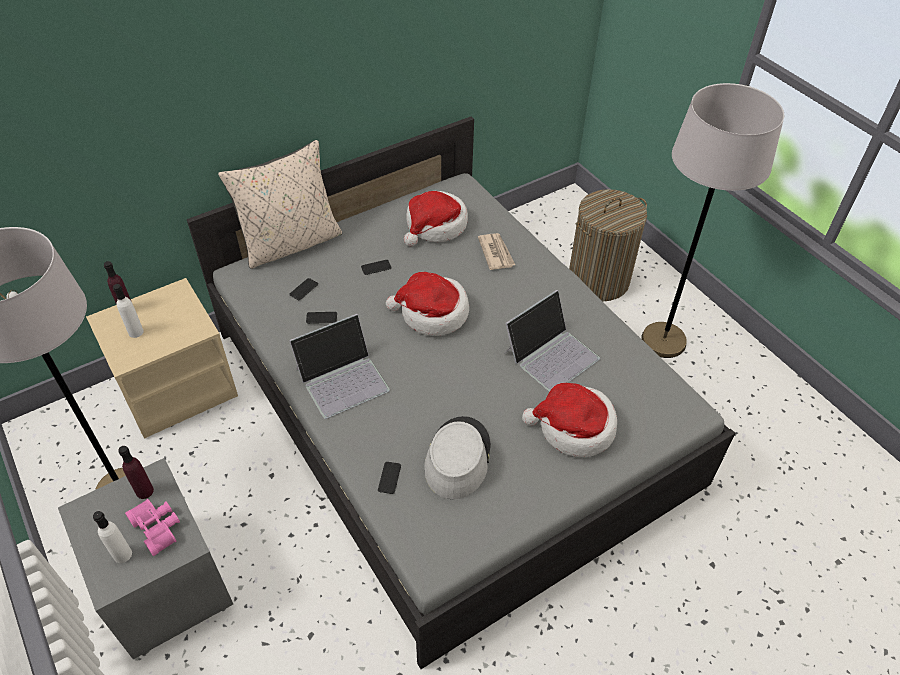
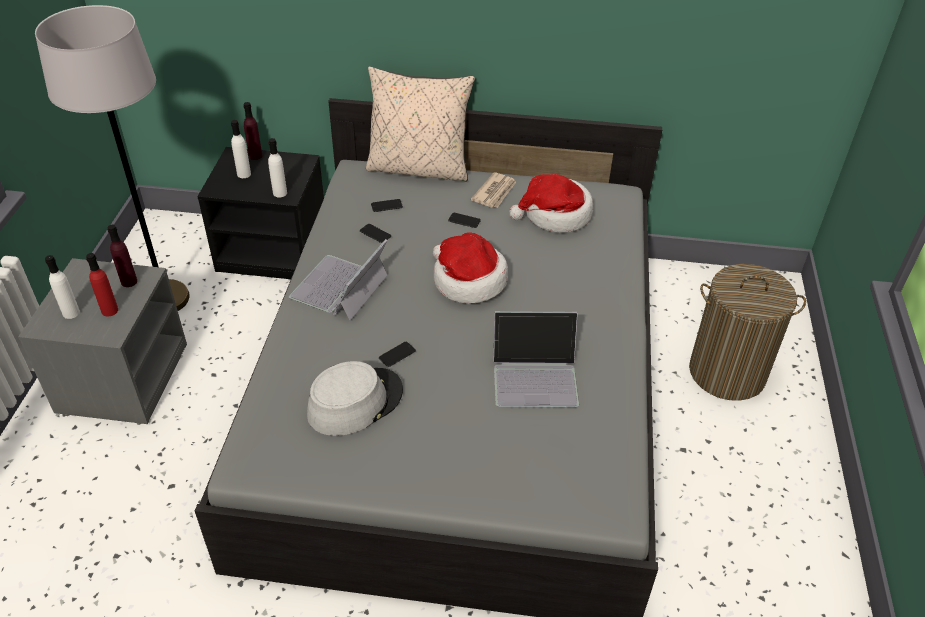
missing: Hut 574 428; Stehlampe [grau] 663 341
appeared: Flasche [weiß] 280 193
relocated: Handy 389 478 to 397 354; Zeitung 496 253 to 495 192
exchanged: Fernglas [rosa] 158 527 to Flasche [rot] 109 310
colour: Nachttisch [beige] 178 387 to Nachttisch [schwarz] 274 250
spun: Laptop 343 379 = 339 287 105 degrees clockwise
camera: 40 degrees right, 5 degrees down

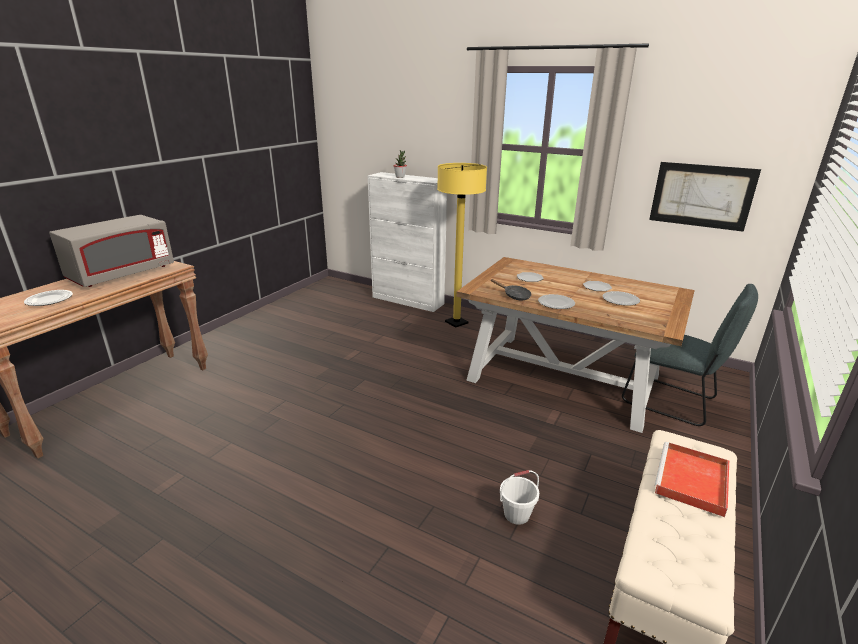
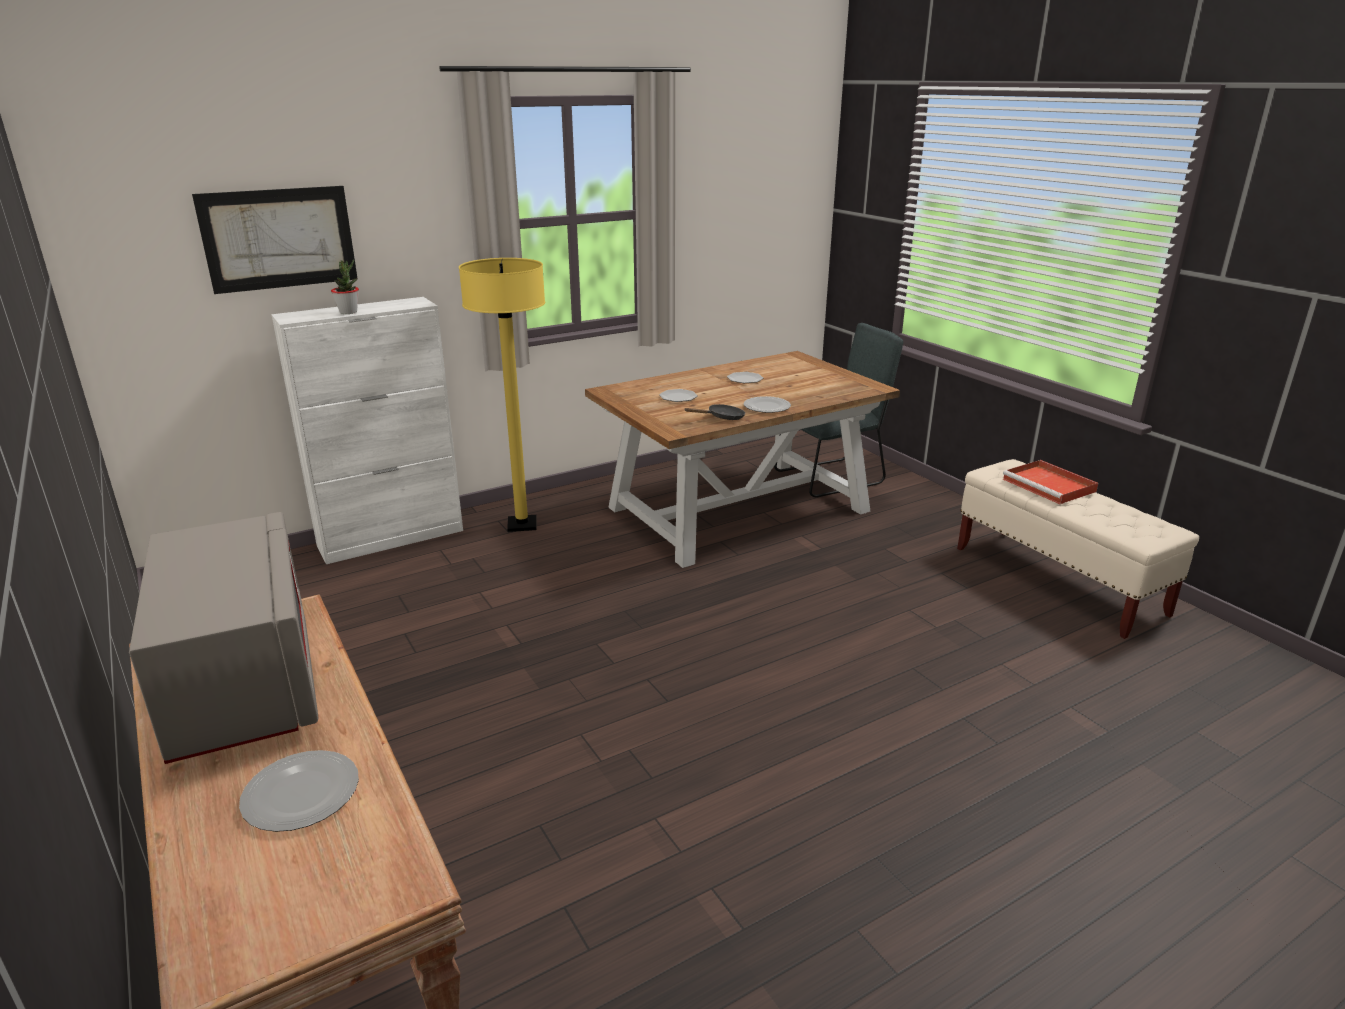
missing: Eimer [weiß] 516 514; Teller 621 300
relocated: Bild 701 196 to 279 239
camera: 60 degrees left, 0 degrees up

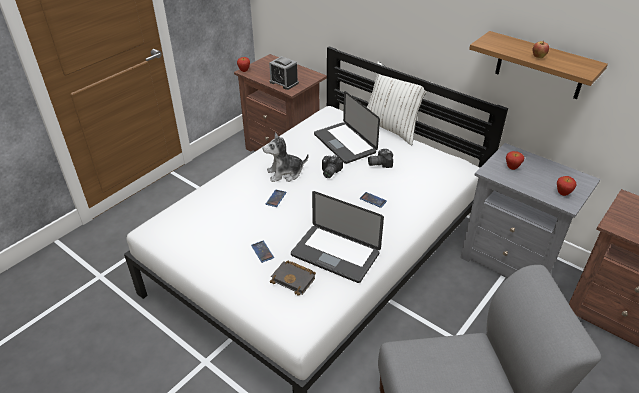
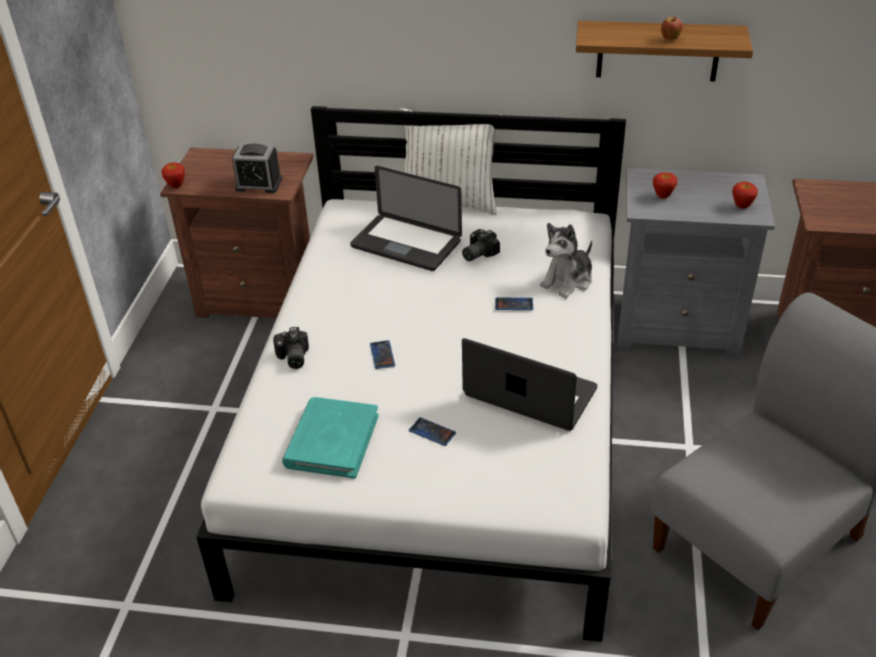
missing: Buch [schwarz] 294 279
appeared: Buch [türkis] 331 441
relocated: Plüschtier 285 173 to 568 281; Kamera 329 172 to 292 358
spun: Laptop 335 254 = 530 393 150 degrees counterclockwise
camera: 30 degrees left, 0 degrees up

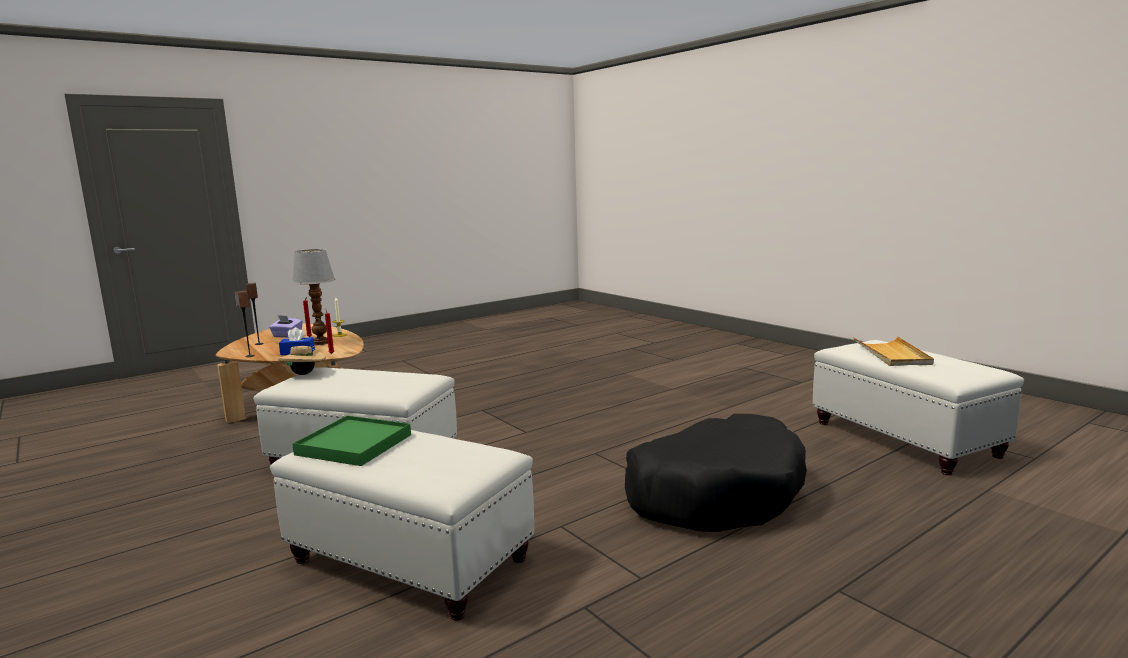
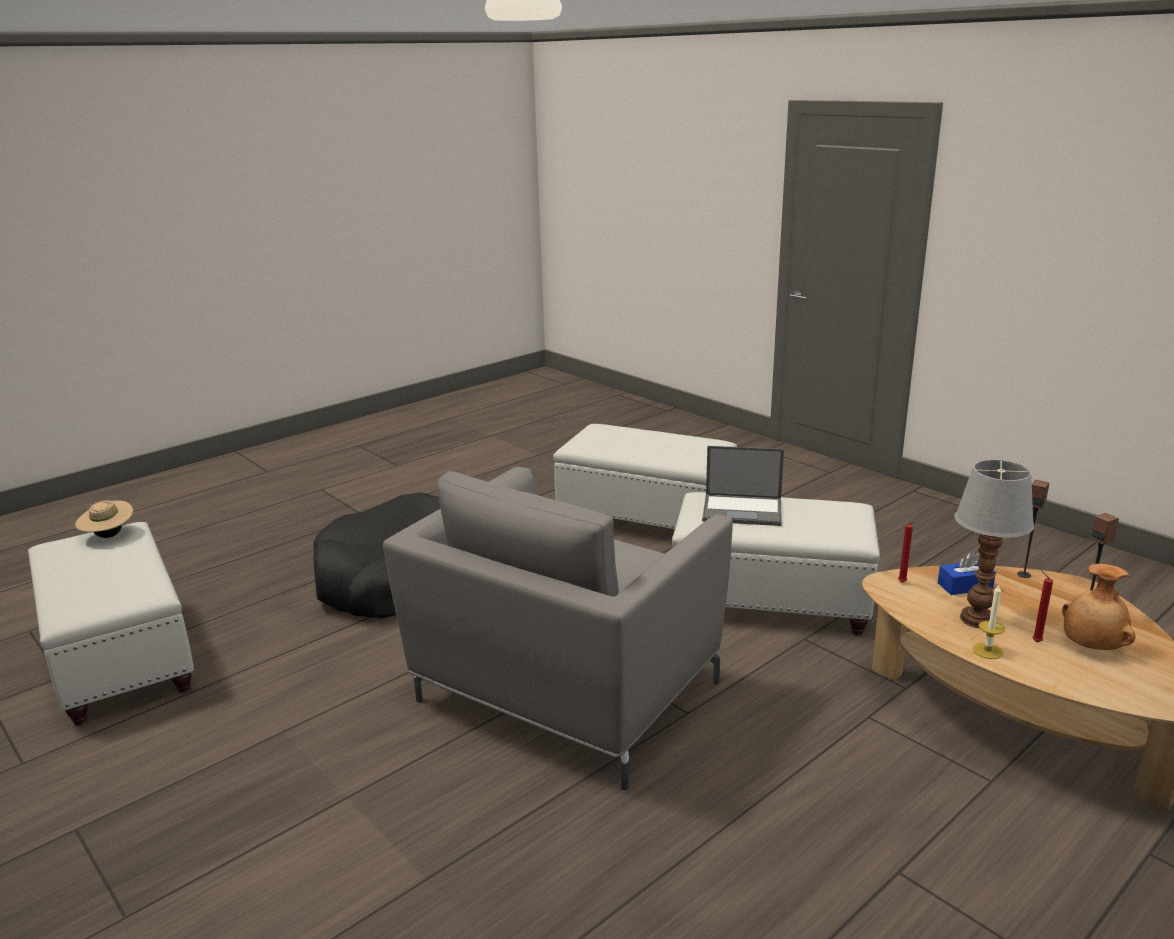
missing: Tablett [grün] 354 445; Tablett [beige] 892 354
appeared: Sessel [grau] 564 693; Laptop 743 510
relocated: Hut [beige] 304 374 to 108 536
exchanged: Taschentuchbox [lila] 287 336 to Vase [braun] 1091 646
camera: 175 degrees right, 10 degrees up

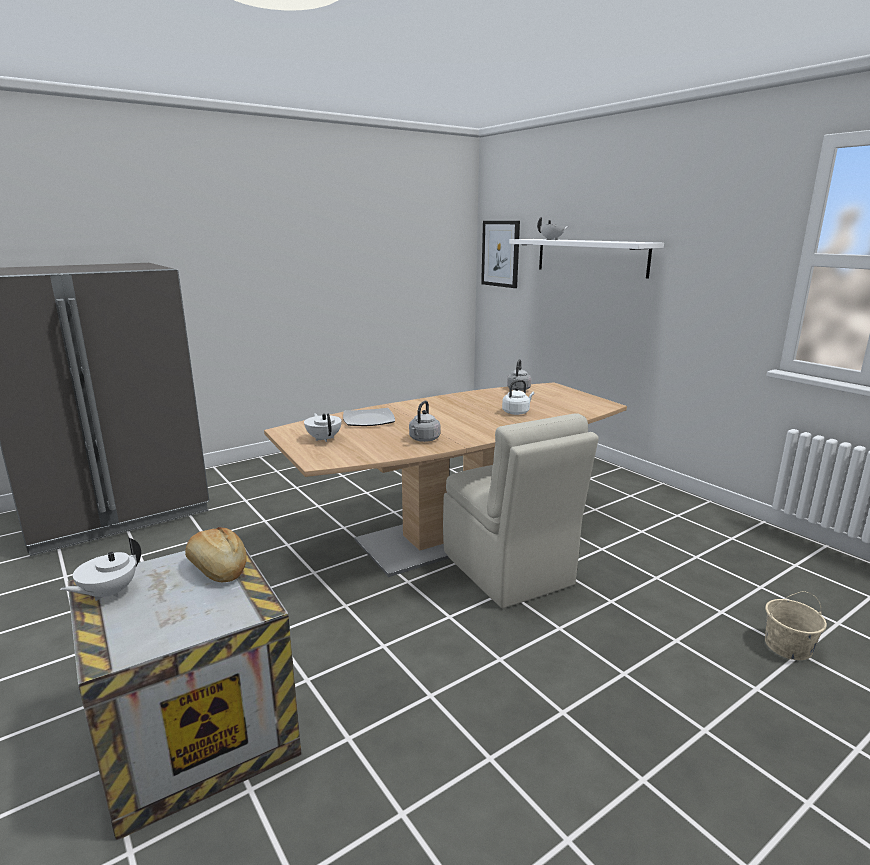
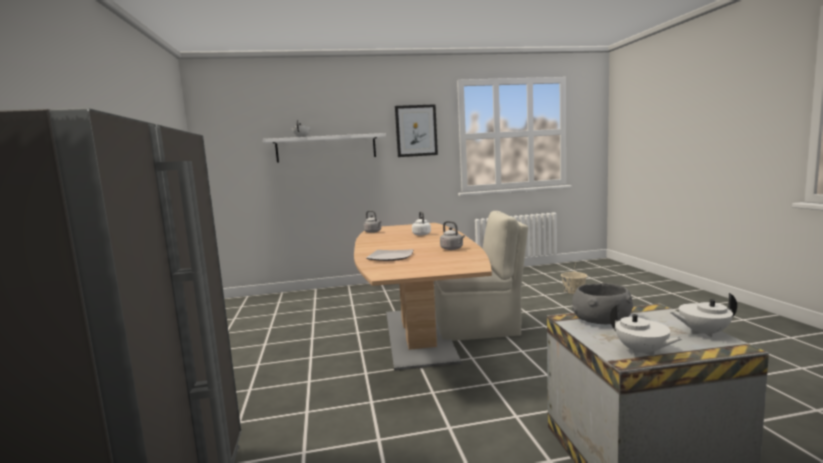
relocated: Teekanne [weiß] 324 439 to 702 333; Bild 500 253 to 416 131
exchanged: Brot 217 569 to Schüssel [grau] 601 319
camera: 65 degrees left, 10 degrees down

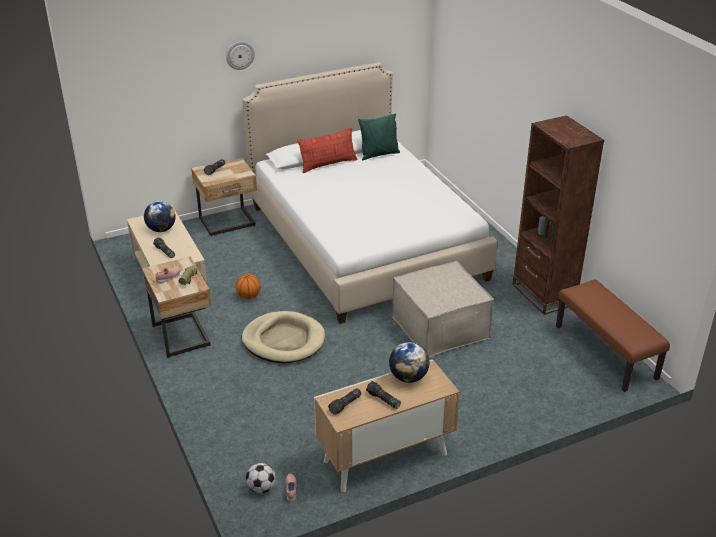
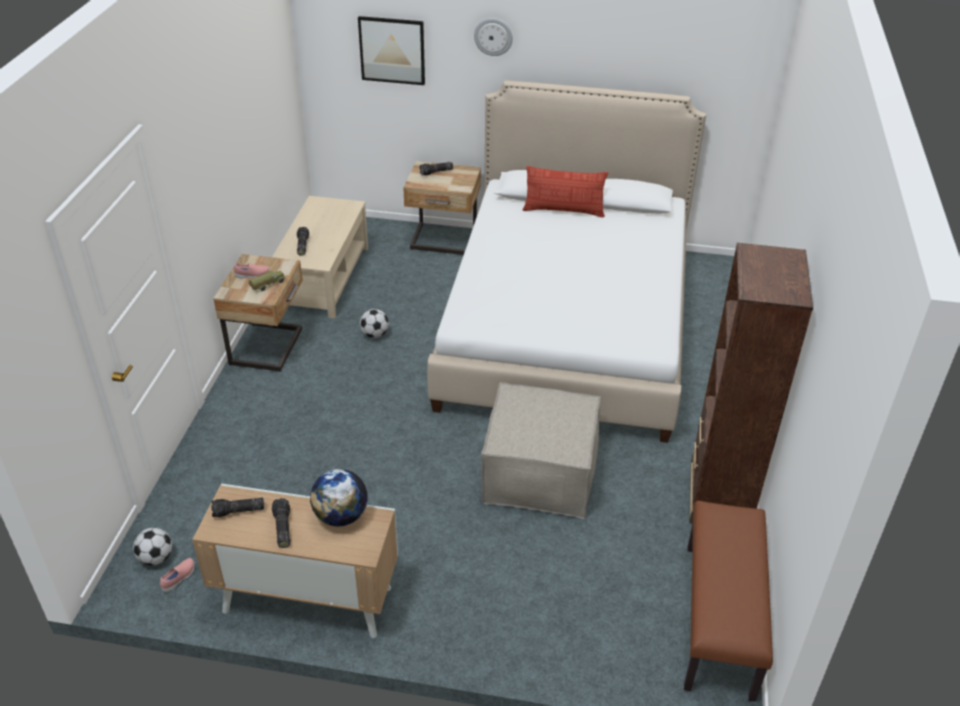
missing: Globus 161 229; Hundebett [beige] 283 340; Kissen [grün] 379 154
appeared: Bild 392 50
exchanged: Basketball 249 296 to Fußball 375 334
camera: 35 degrees right, 5 degrees up

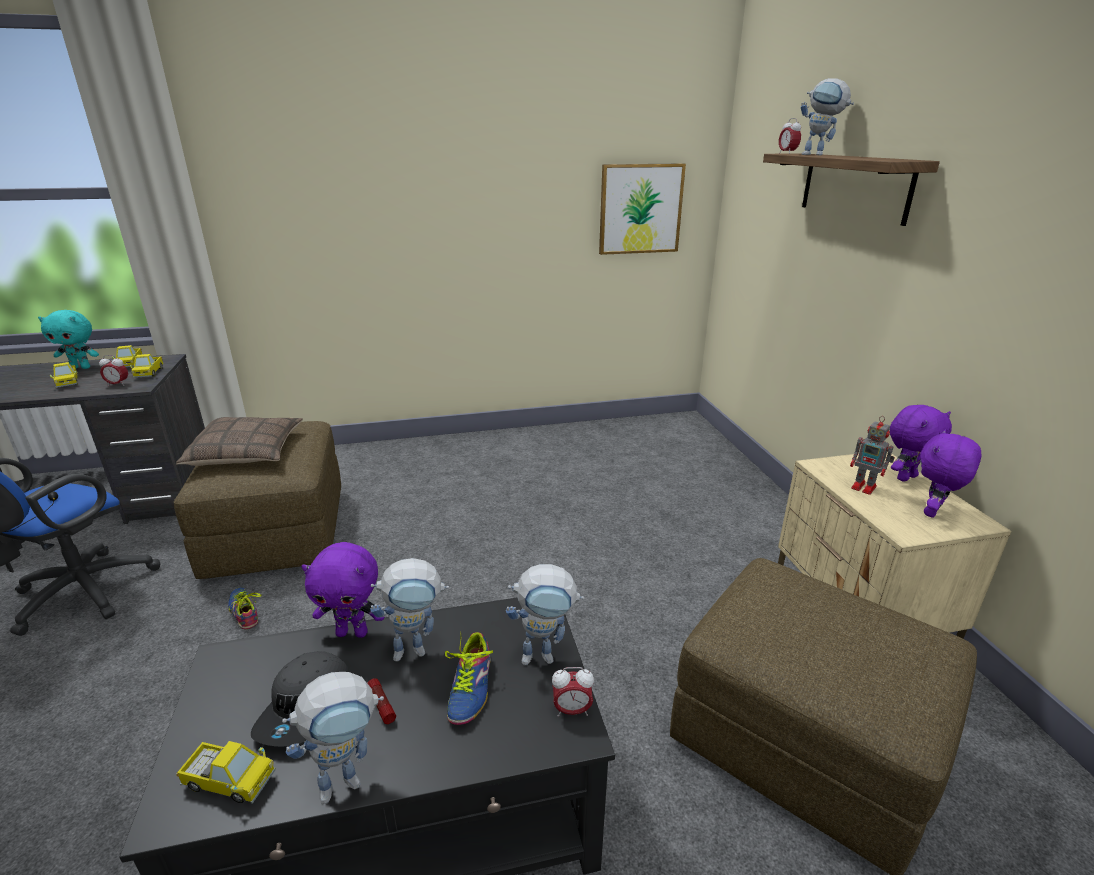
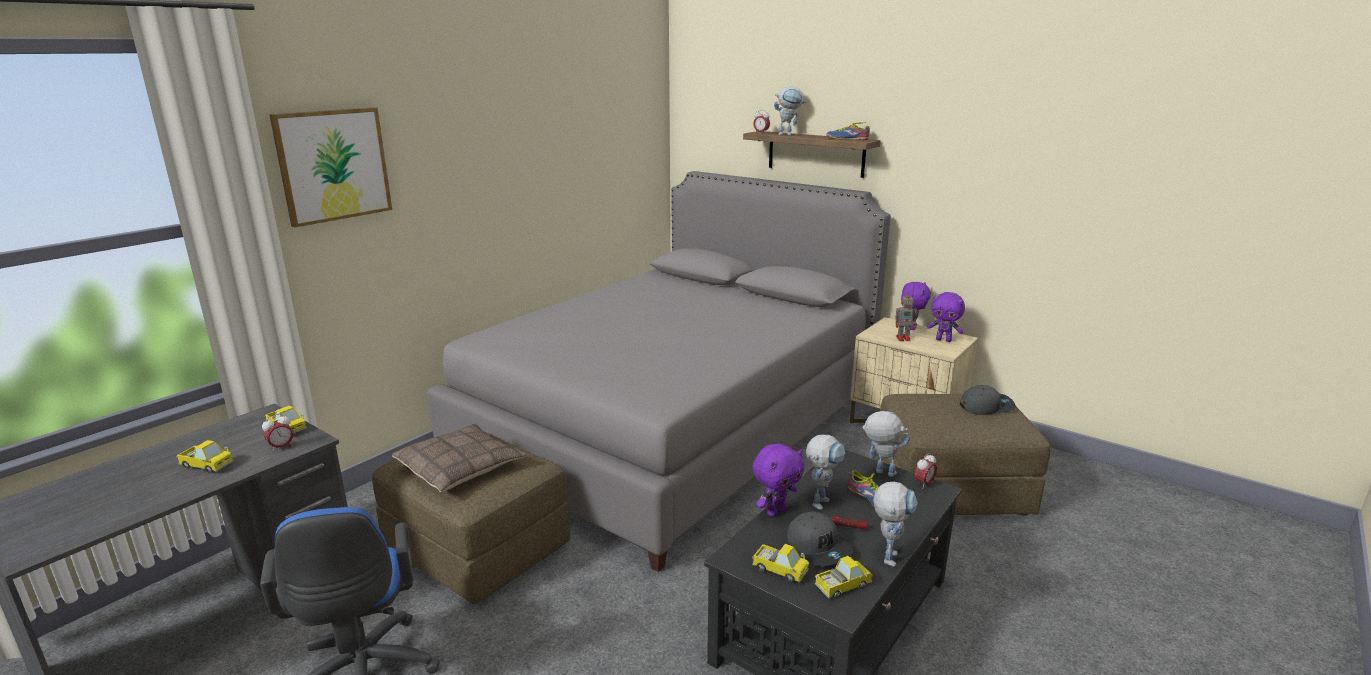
missing: Plüschtier [türkis] 81 367
appeared: Bett [grau] 672 427; Kappe [grau] 986 406
relocated: Spielzeuglaster 130 364 to 780 570; Schuh 246 610 to 847 139; Bild 640 209 to 333 165
spun: Spielzeugroboter 546 655 = 879 472 105 degrees counterclockwise; Plüschtier [lila] 933 512 = 943 340 60 degrees counterclockwise
camera: 40 degrees left, 5 degrees down

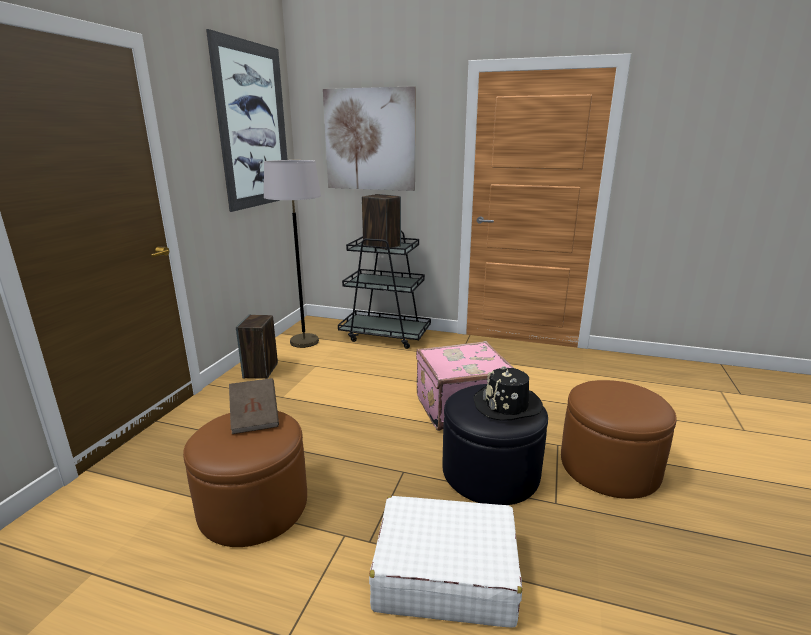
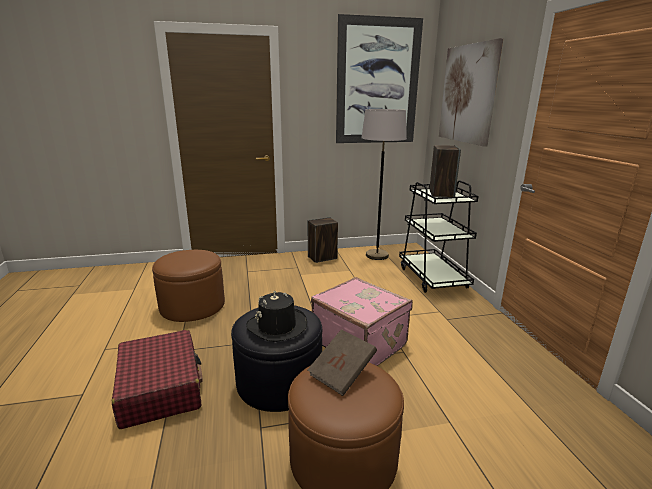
relocated: Buch [braun] 255 418 to 342 373
colour: Koffer [weiß] 444 573 to Koffer [rot] 160 387
camera: 60 degrees right, 0 degrees up

